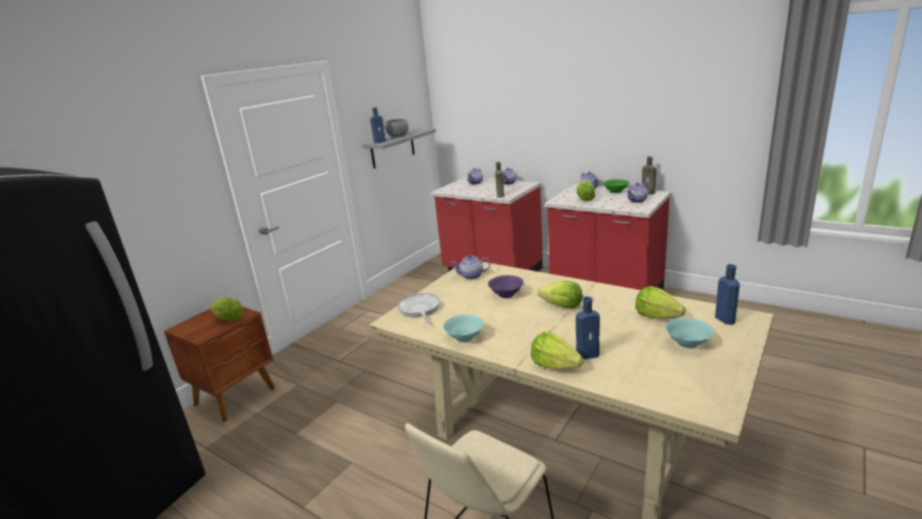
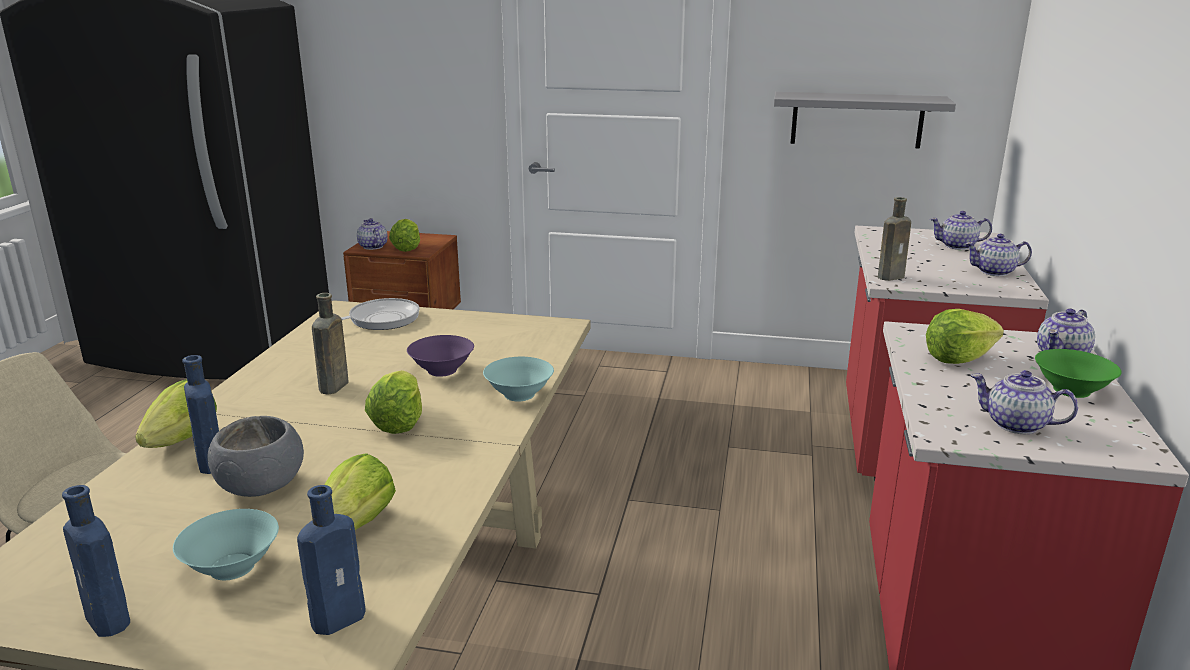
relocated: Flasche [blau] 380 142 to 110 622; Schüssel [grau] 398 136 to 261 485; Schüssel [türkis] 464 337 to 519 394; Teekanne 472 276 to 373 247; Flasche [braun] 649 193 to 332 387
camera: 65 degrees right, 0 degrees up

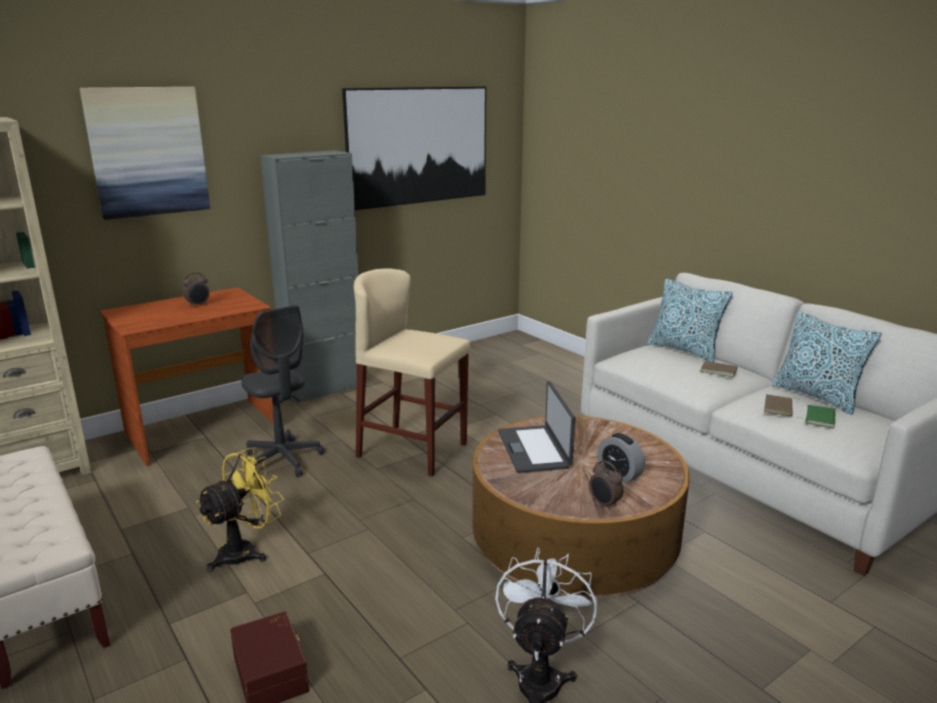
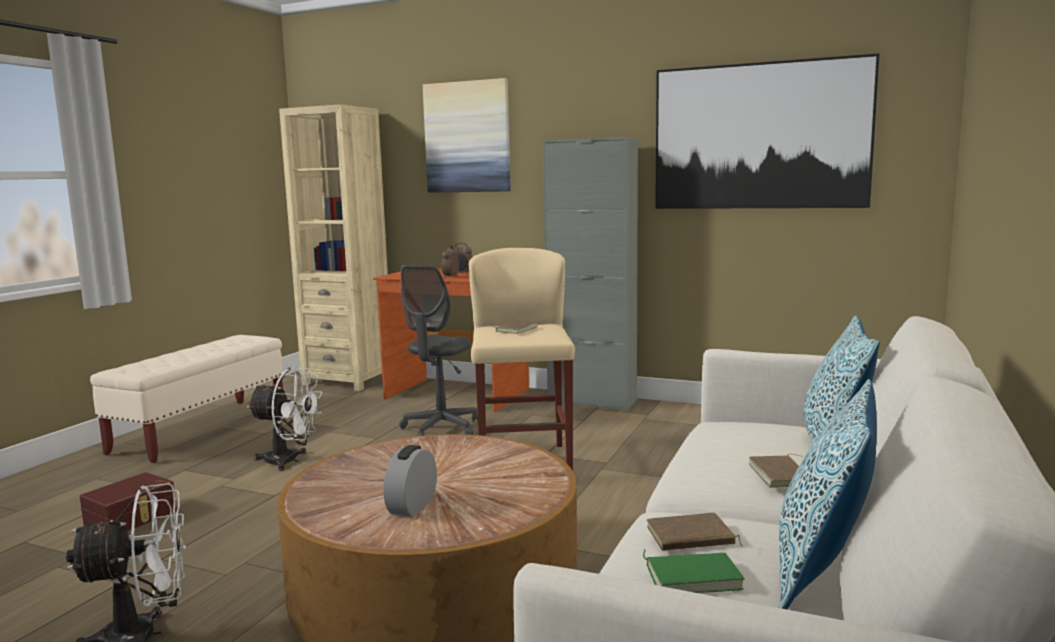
missing: Laptop 534 449
appeared: Buch [braun] 515 329
relocated: Wecker 604 504 to 450 277
colour: Ventilator [gelb] 245 551 to Ventilator [weiß] 289 461
camera: 60 degrees right, 10 degrees down

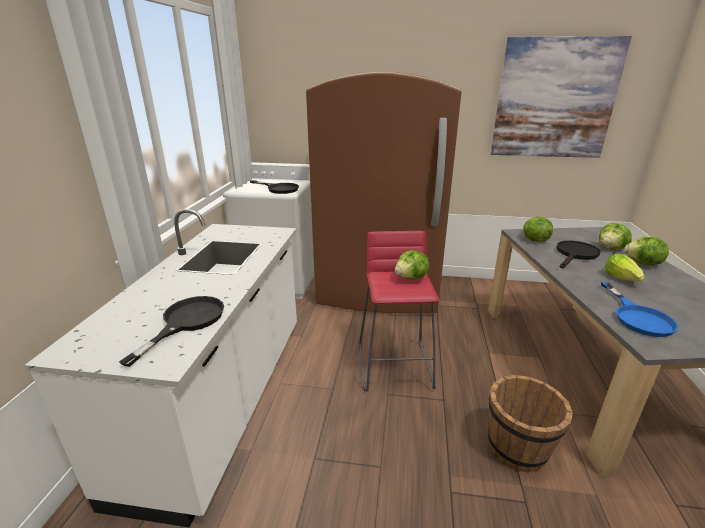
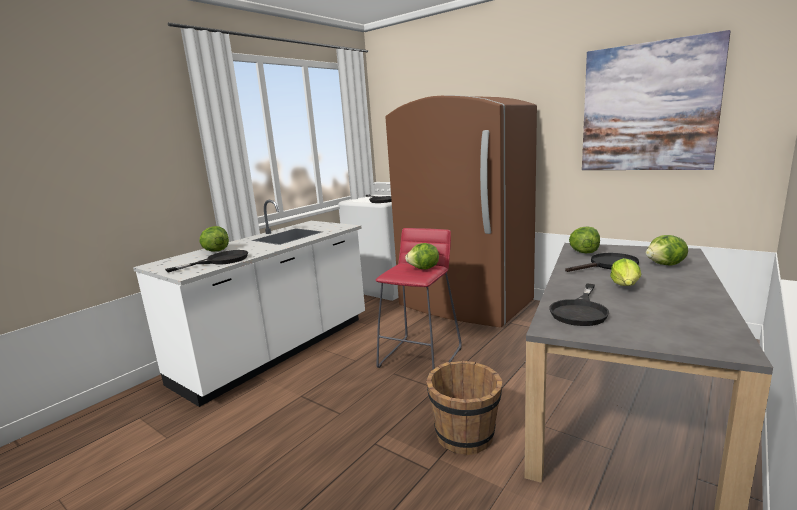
relocated: Salatkopf 643 264 to 216 251
colour: Pfanne [blau] 638 317 to Pfanne [schwarz] 580 311
camera: 30 degrees right, 10 degrees down

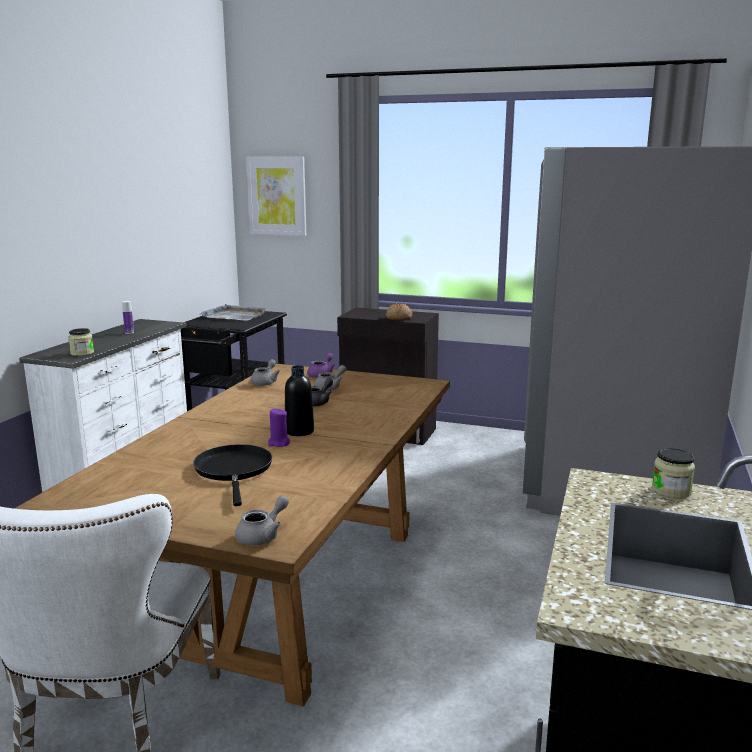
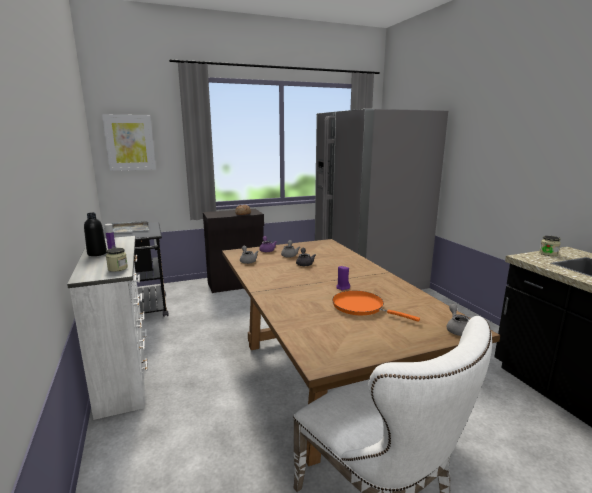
relocated: Flasche [schwarz] 299 431 to 97 253
colour: Pfanne [schwarz] 234 470 to Pfanne [orange] 361 307
camera: 40 degrees left, 0 degrees up

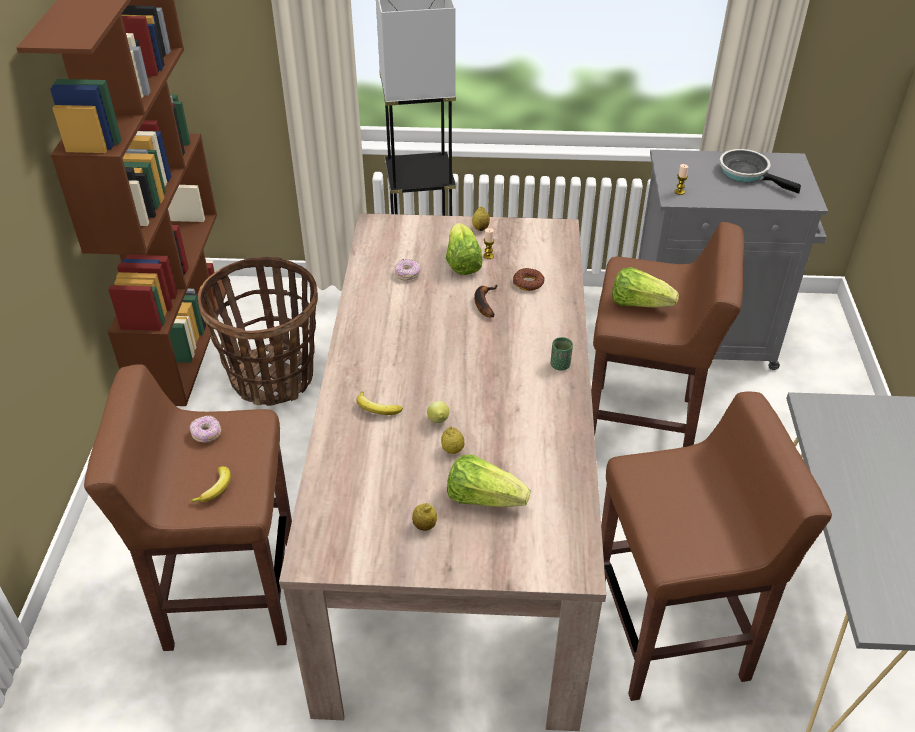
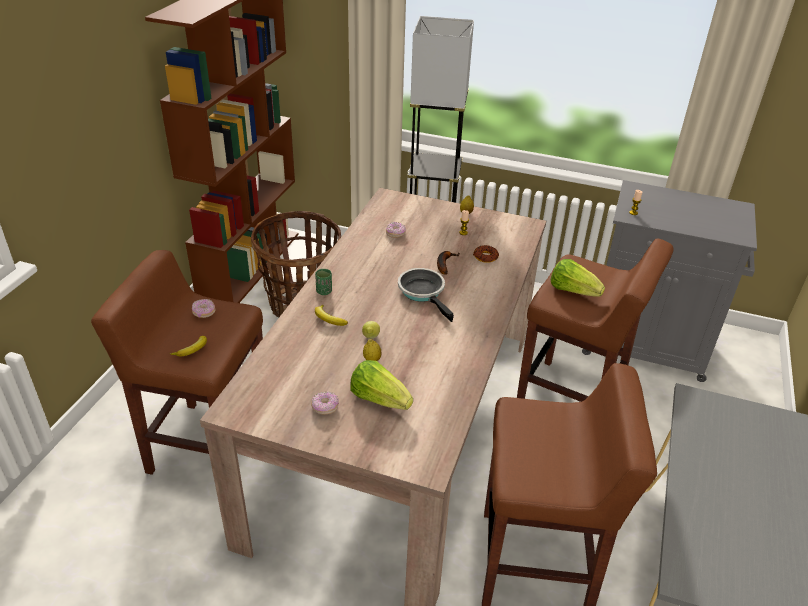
missing: Salatkopf 462 262
relocated: Tasse [grün] 560 365 to 324 291; Pfanne 747 173 to 423 292
exchanged: Zitrone 424 526 to Donut 325 407
camera: 15 degrees right, 5 degrees down

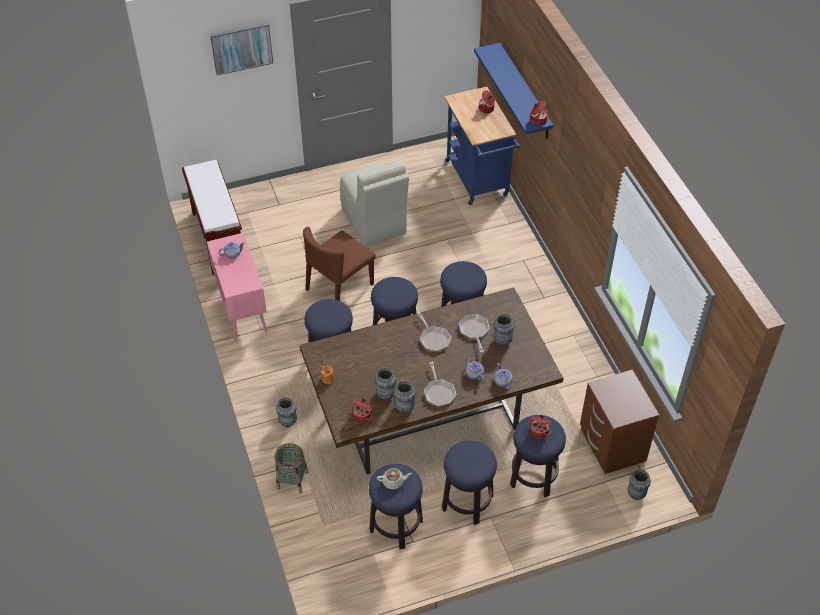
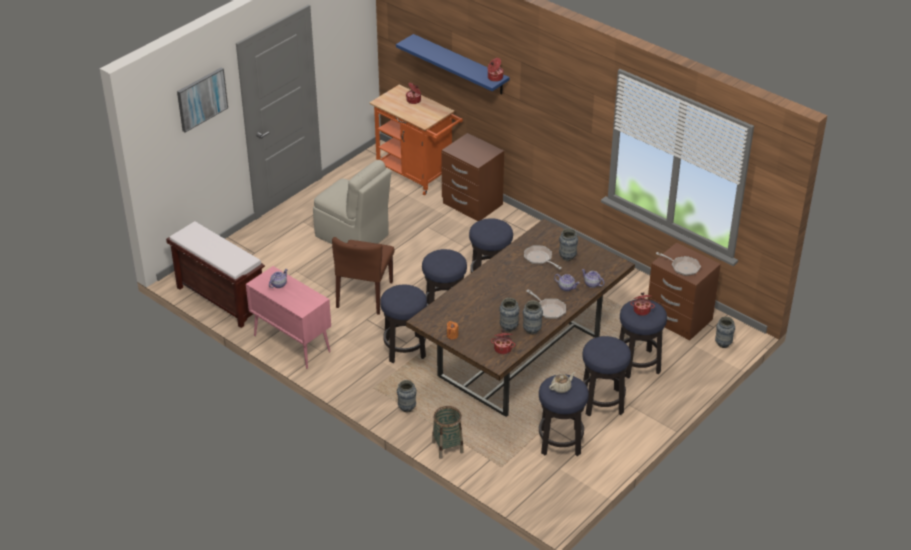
appeared: Nachttisch [braun] 472 204
relocated: Pfanne 433 338 to 683 267
colour: Rollwagen [blau] 478 182 to Rollwagen [orange] 417 175
camera: 30 degrees left, 10 degrees down

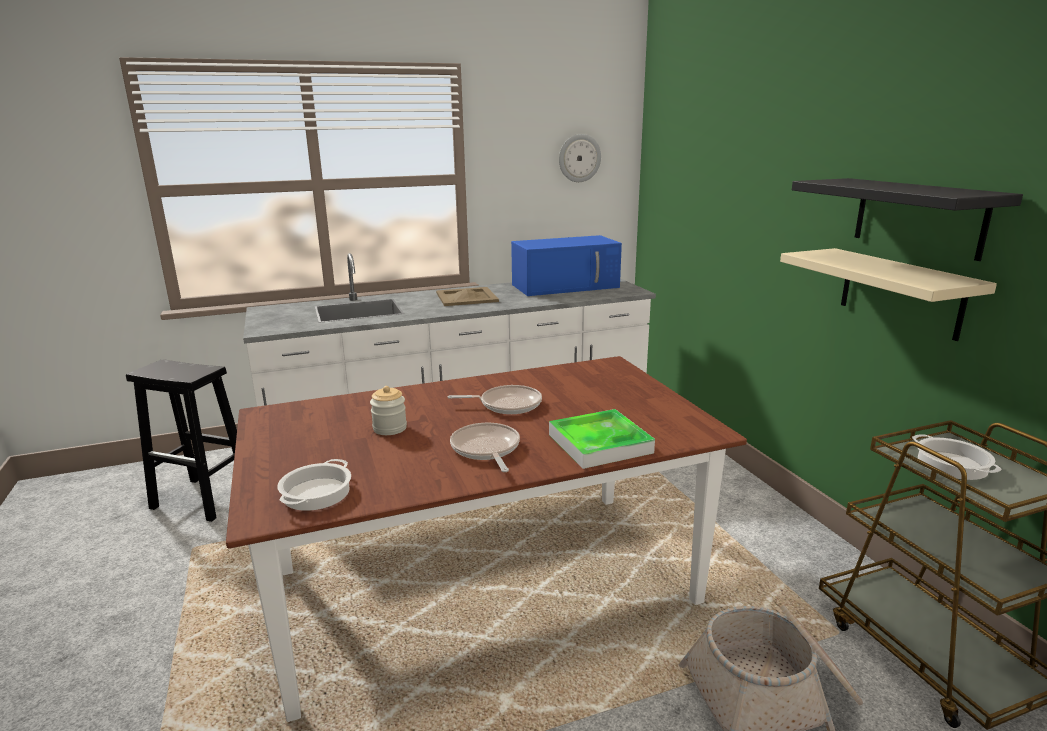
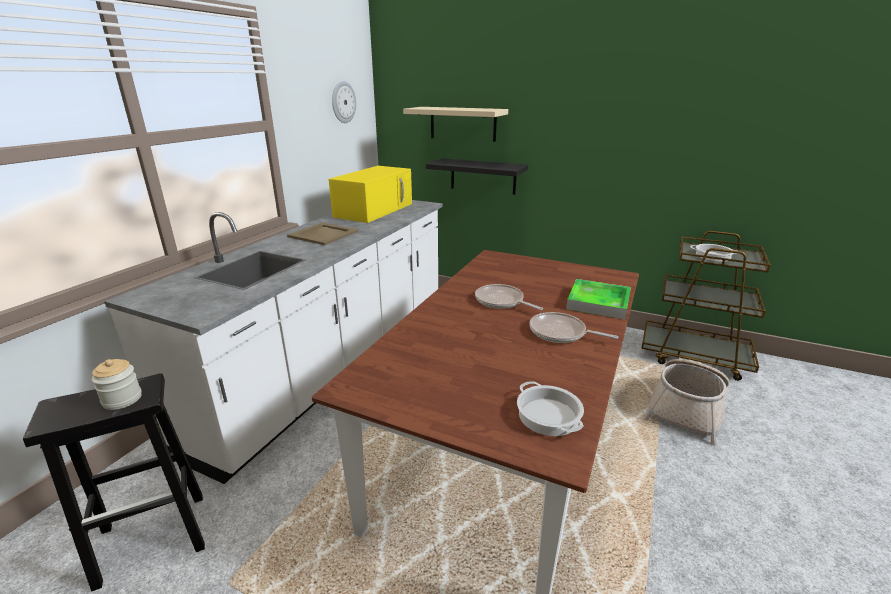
relocated: Vorratsglas 390 428 to 122 399; Wandregal [beige] 900 292 to 463 124; Wandregal [schwarz] 918 217 to 483 176
colour: Mikrowelle [blau] 566 286 to Mikrowelle [gelb] 374 210
spun: Pfanne 507 404 = 501 301 90 degrees counterclockwise
camera: 45 degrees left, 5 degrees up

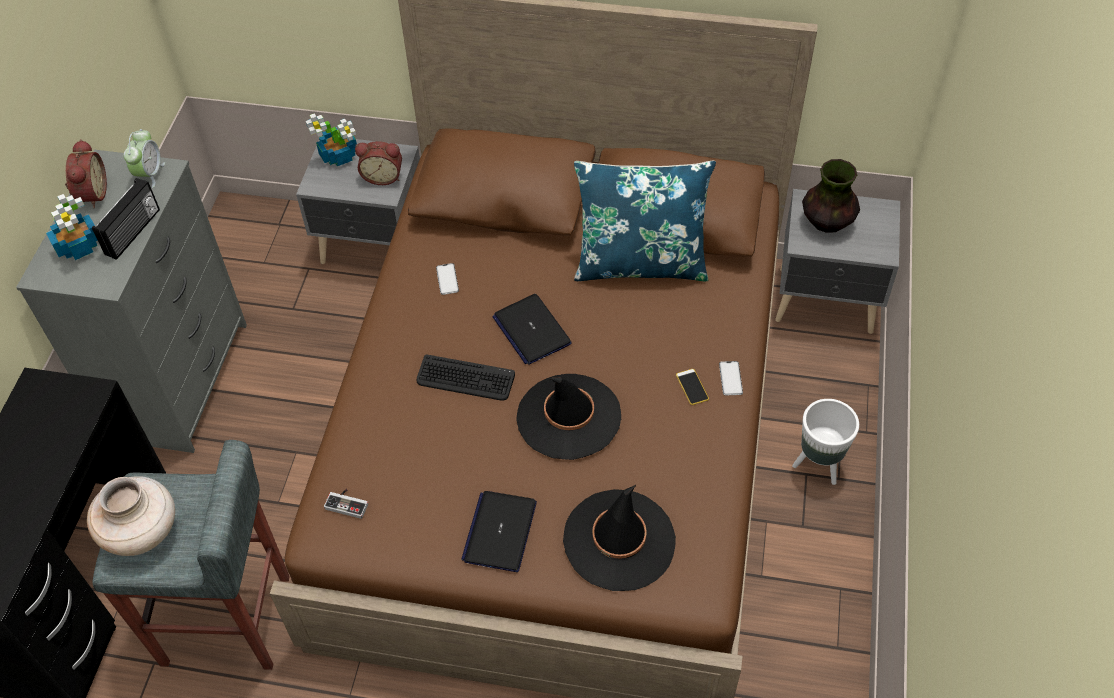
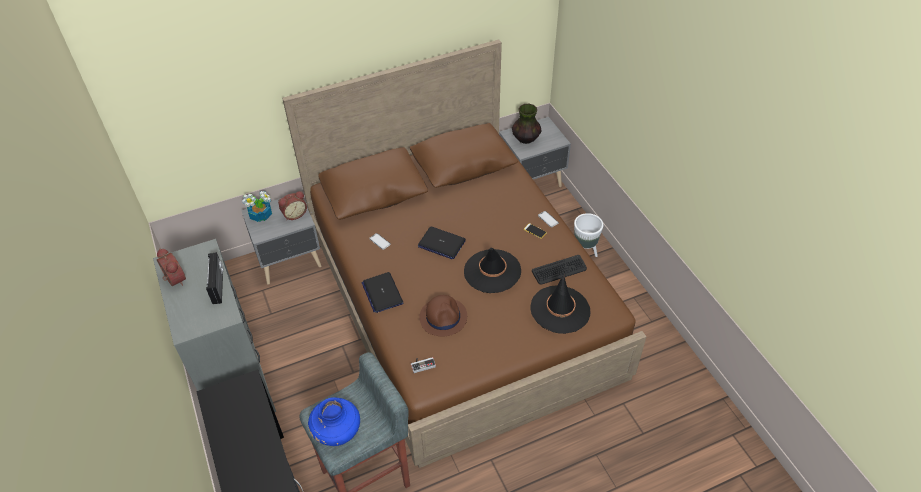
missing: Topfpflanze 79 245; Wecker 149 174; Kissen [blau] 640 263
appeared: Hut [braun] 443 317
relocated: Tastatur 465 379 to 559 270; Laptop 500 531 to 382 293
colour: Vase [beige] 142 532 to Vase [blau] 337 431
camera: 35 degrees left, 5 degrees down

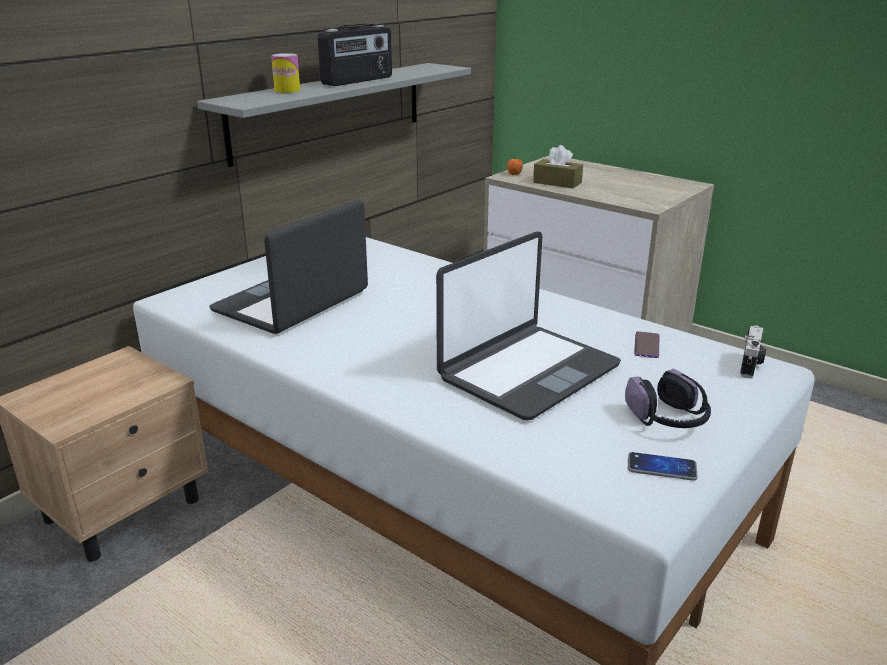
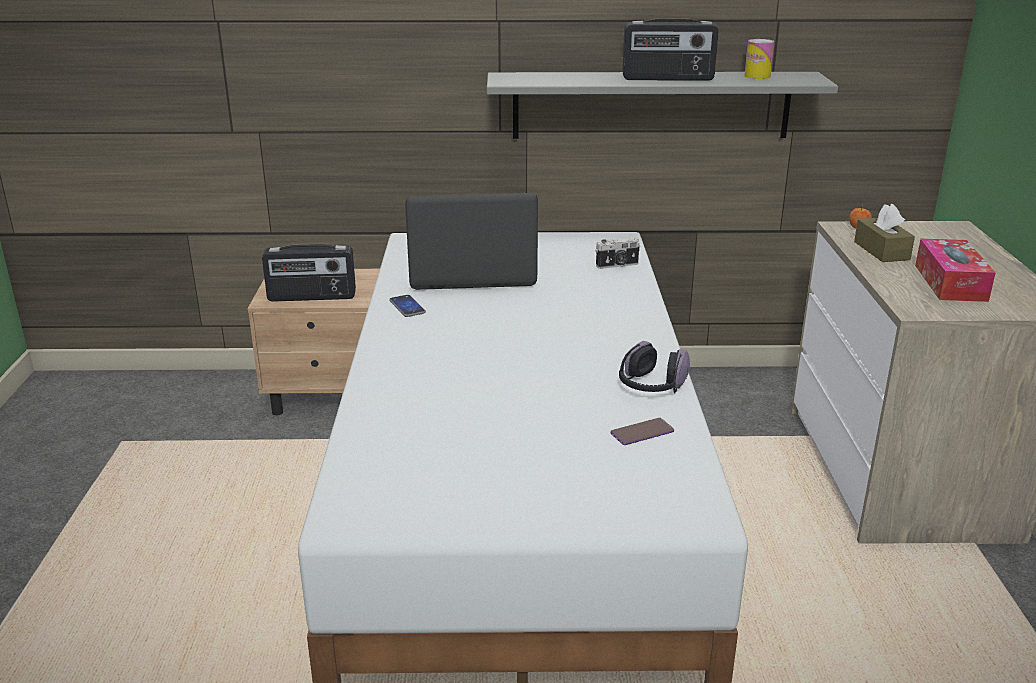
missing: Laptop 527 372
appeared: Radio 312 297; Taschentuchbox 950 283
relocated: Dose 287 90 to 757 76; Kopfhörer 668 419 to 650 386; Handy 661 467 to 407 307; Kamera 750 365 to 617 265
camera: 50 degrees right, 0 degrees up

